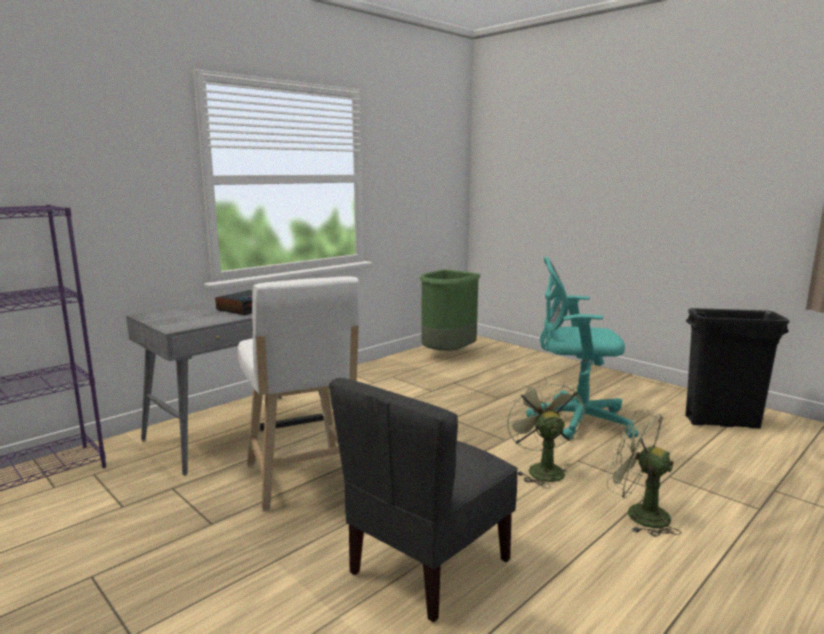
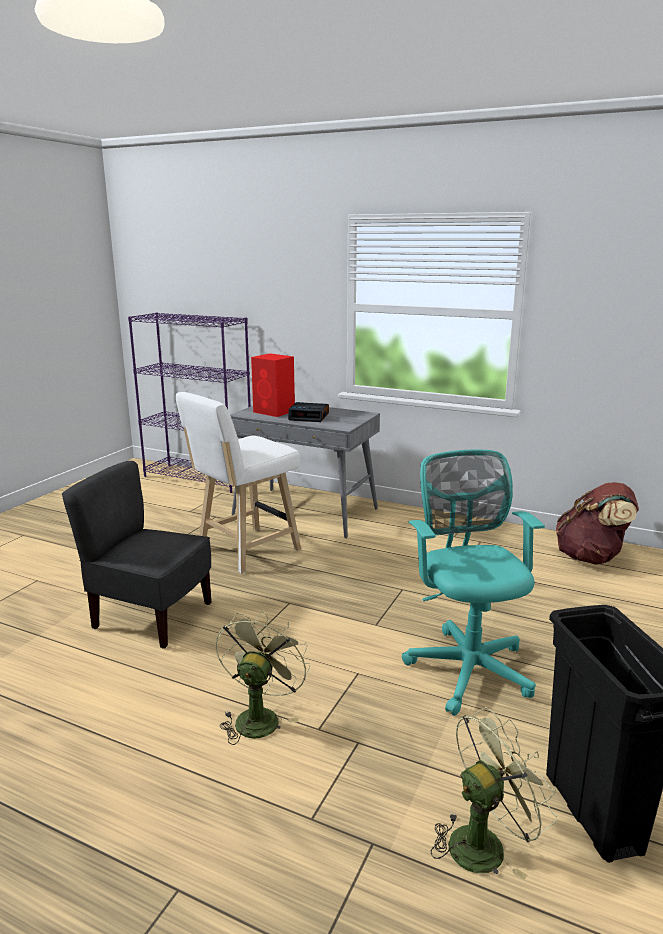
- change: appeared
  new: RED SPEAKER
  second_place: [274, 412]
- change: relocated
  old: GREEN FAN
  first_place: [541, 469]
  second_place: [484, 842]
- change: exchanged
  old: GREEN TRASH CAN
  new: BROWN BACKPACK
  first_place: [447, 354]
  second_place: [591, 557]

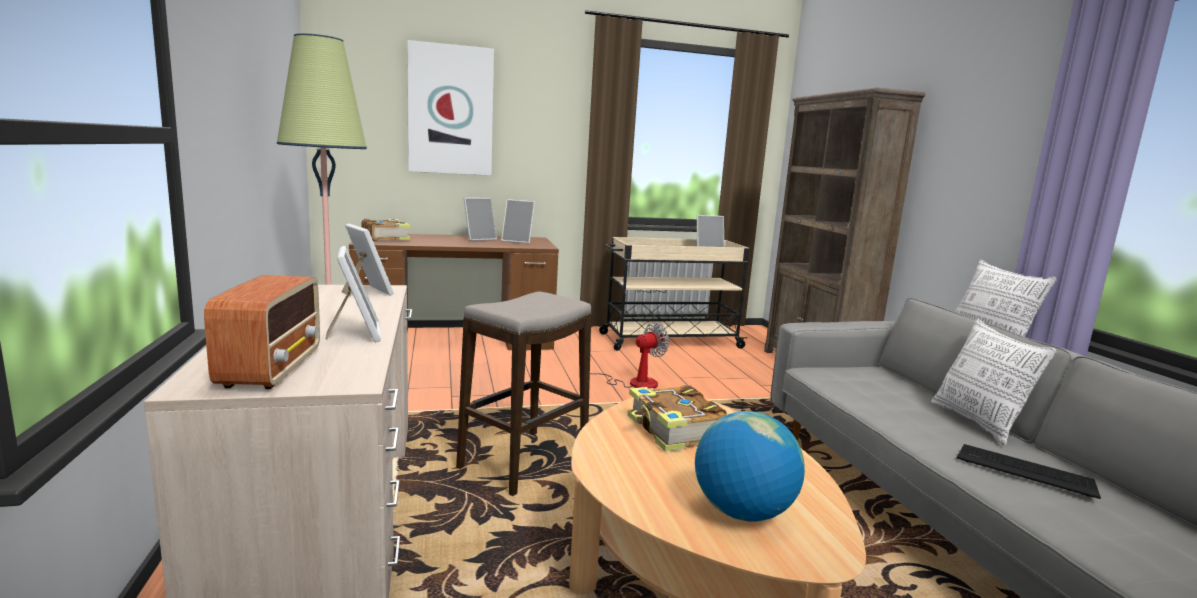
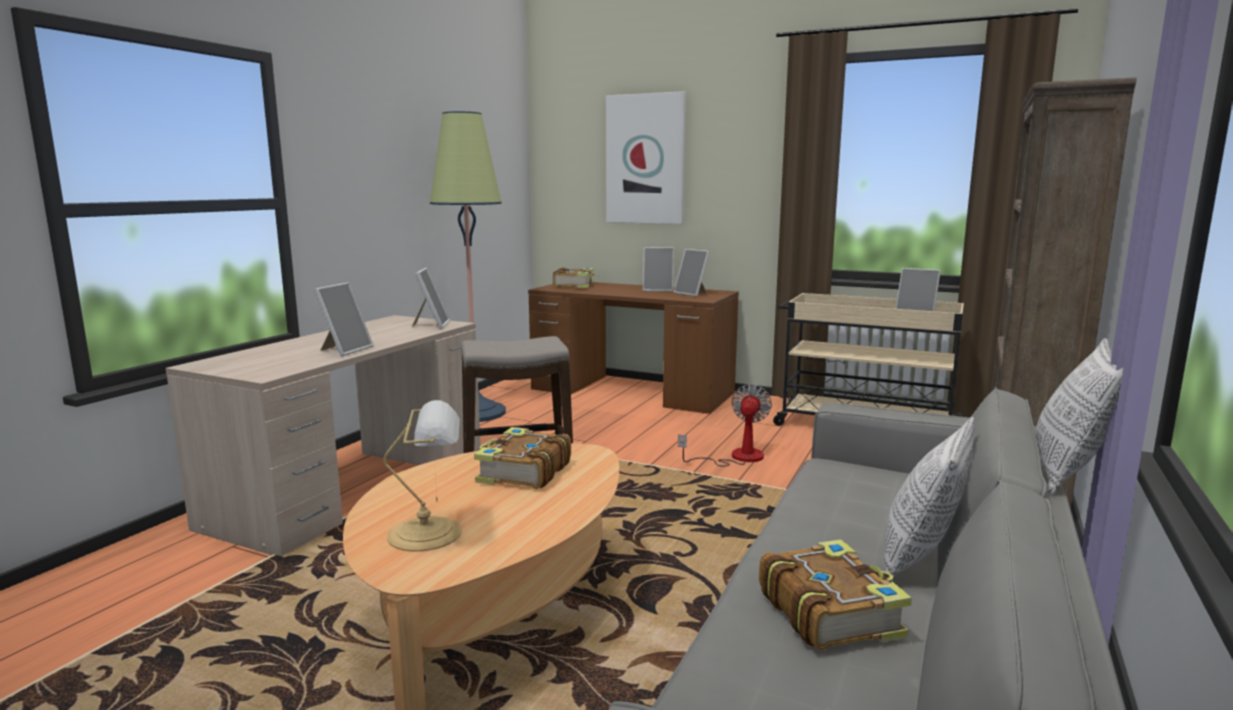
- change: exchanged
  old: GLOBE
  new: TABLE LAMP
  first_place: [742, 512]
  second_place: [429, 533]
- change: spun
  old: FAN
  first_place: [633, 382]
  second_place: [736, 457]
  degrees: -75
- change: exchanged
  old: KEYBOARD
  new: BOOK
  first_place: [1024, 471]
  second_place: [829, 611]
- change: missing
  old: RADIO
  first_place: [272, 368]

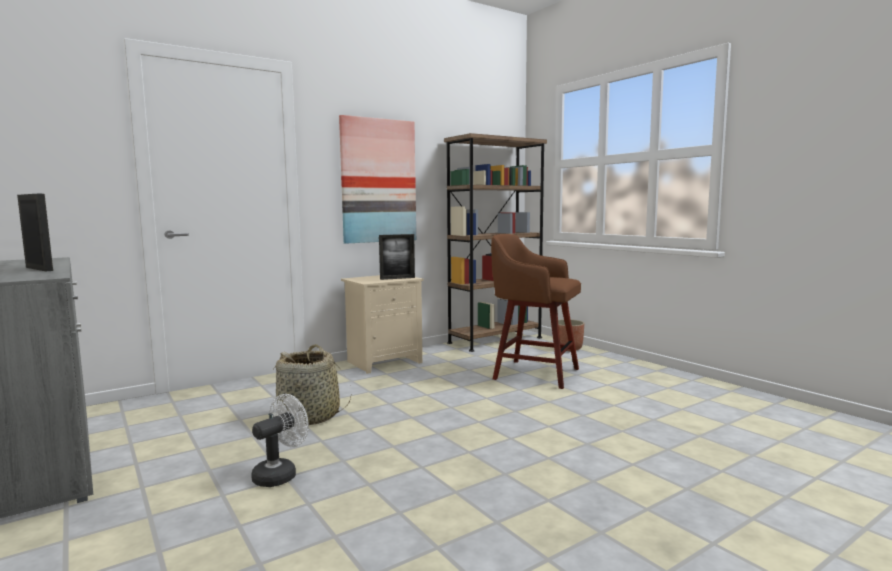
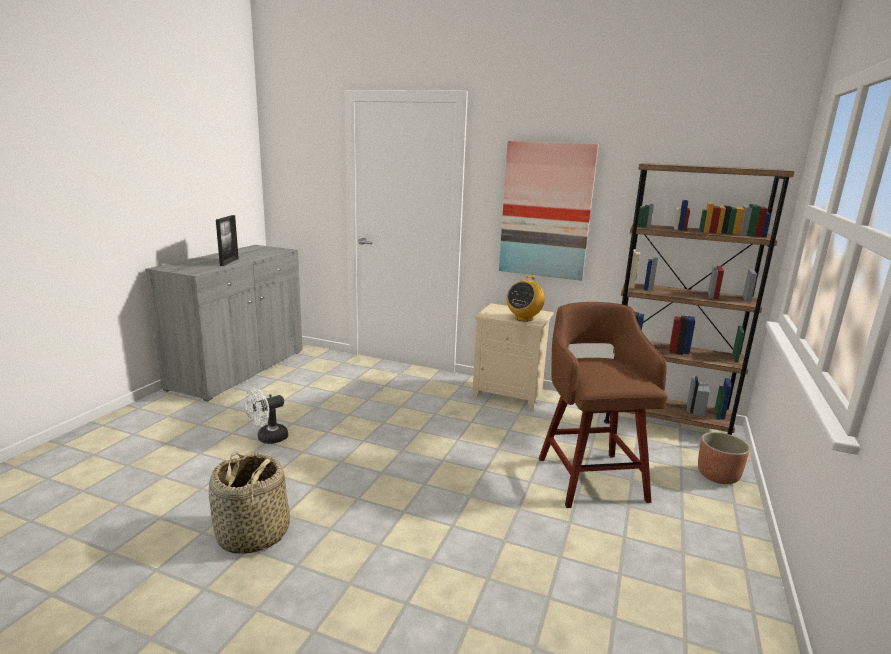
- change: relocated
  old: BASKET
  first_place: [310, 417]
  second_place: [253, 535]
- change: spun
  old: WHITE FAN
  first_place: [280, 474]
  second_place: [268, 438]
  degrees: 135
- change: exchanged
  old: PICTURE FRAME
  new: RADIO
  first_place: [397, 278]
  second_place: [523, 318]

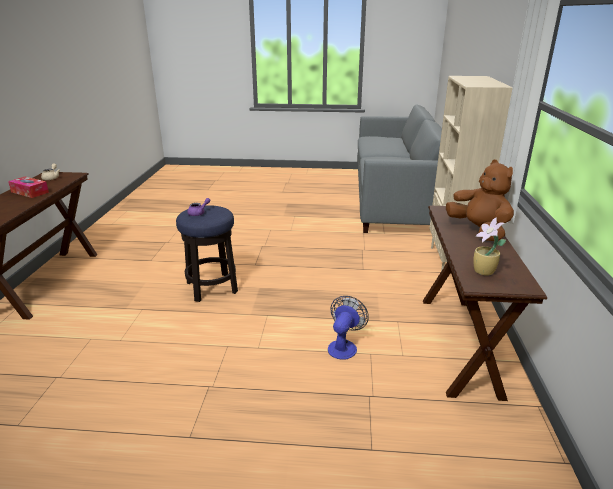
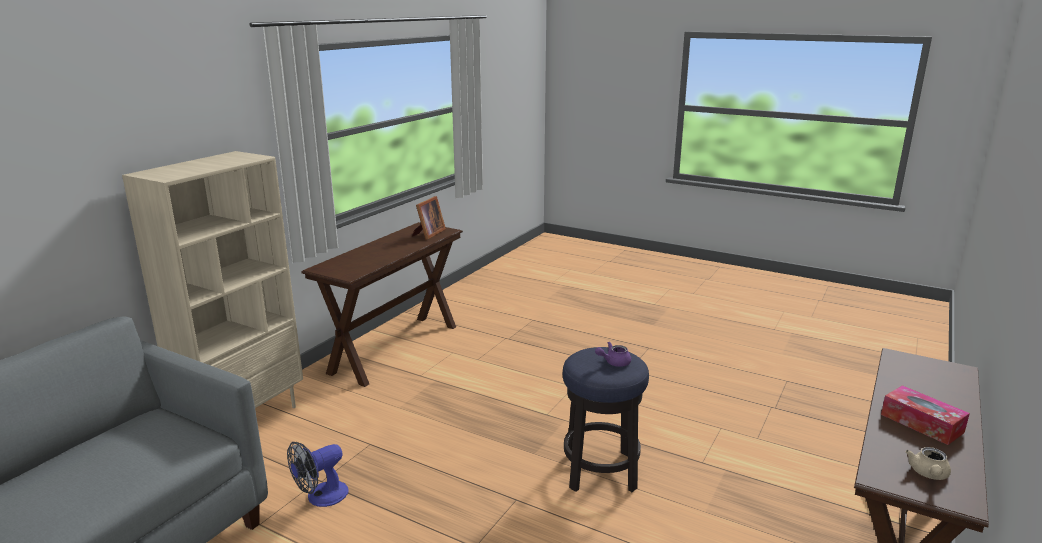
- change: relocated
  old: FAN
  first_place: [344, 346]
  second_place: [321, 497]
- change: exchanged
  old: POTTED PLANT
  new: PICTURE FRAME
  first_place: [483, 272]
  second_place: [428, 234]
- change: missing
  old: BROWN PLUSH TOY
  first_place: [478, 231]

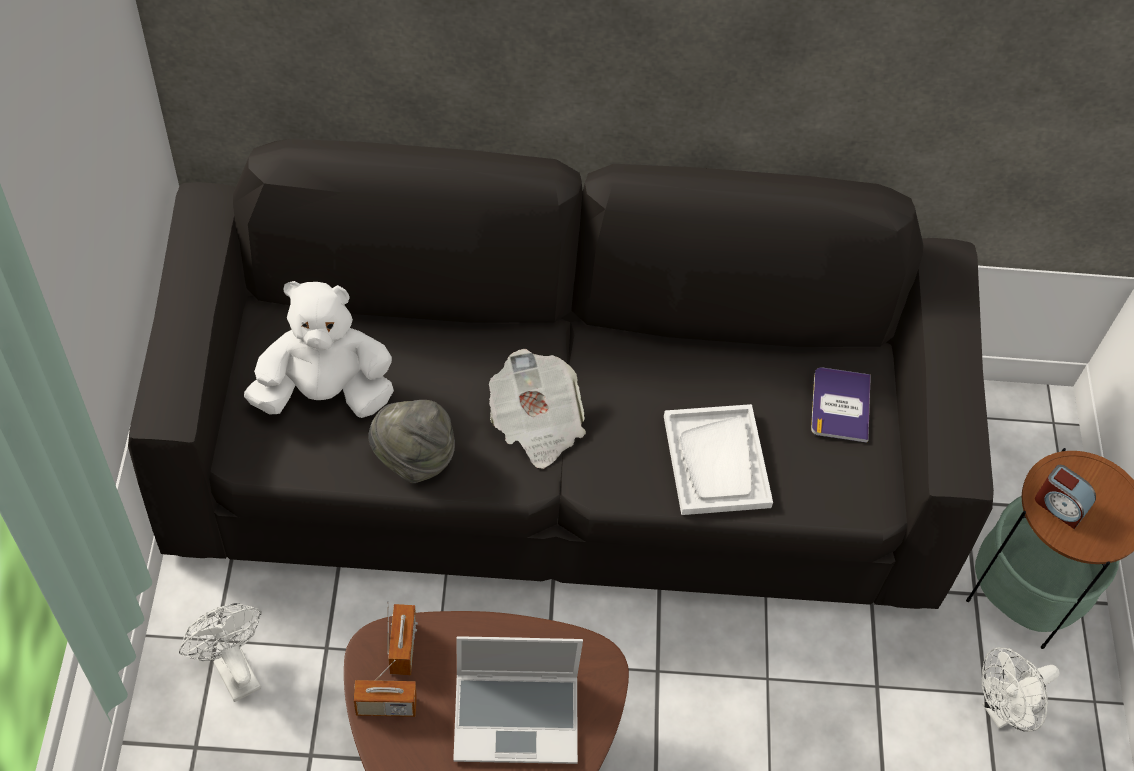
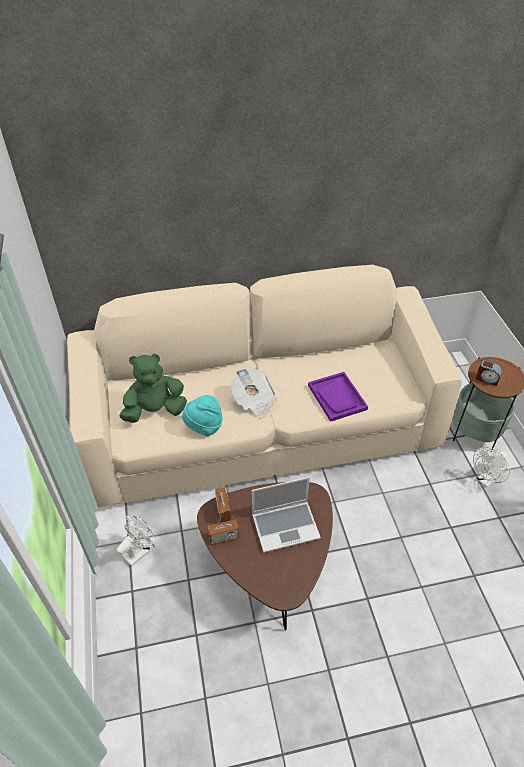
- change: colour
  old: BLACK SOFA
  new: BEIGE SOFA
  first_place: [560, 468]
  second_place: [262, 431]
- change: spun
  old: WHITE FAN
  first_place: [233, 668]
  second_place: [140, 551]
  degrees: 90
- change: colour
  old: WHITE PLUSH TOY
  new: GREEN PLUSH TOY
  first_place: [325, 393]
  second_place: [155, 410]
- change: colour
  old: GREY HAT
  new: TURQUOISE HAT
  first_place: [413, 457]
  second_place: [204, 426]
- change: colour
  old: WHITE TRAY
  new: PURPLE TRAY
  first_place: [716, 461]
  second_place: [337, 397]
- change: missing
  old: BOOK
  first_place: [840, 405]

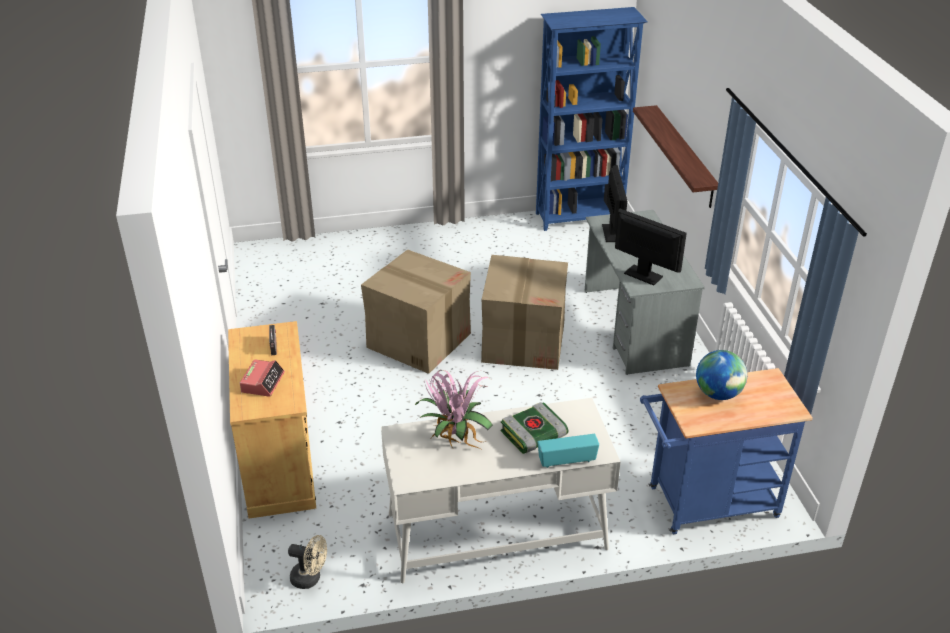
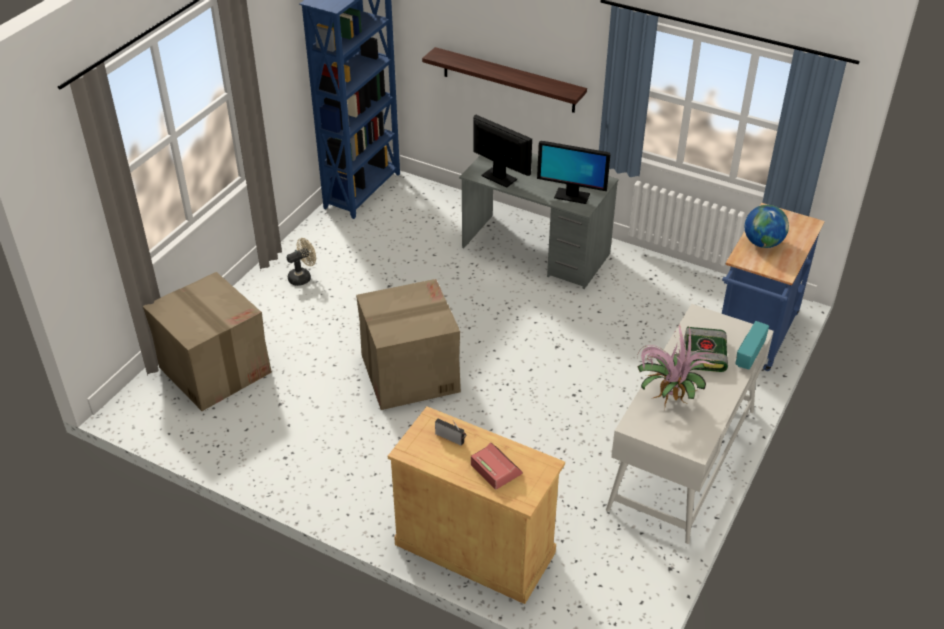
- change: relocated
  old: CARDBOARD BOX
  first_place: [523, 341]
  second_place: [214, 369]
- change: relocated
  old: BEIGE FAN
  first_place: [310, 578]
  second_place: [303, 277]
- change: spun
  old: MONITOR
  first_place: [643, 275]
  second_place: [571, 196]
  degrees: -150

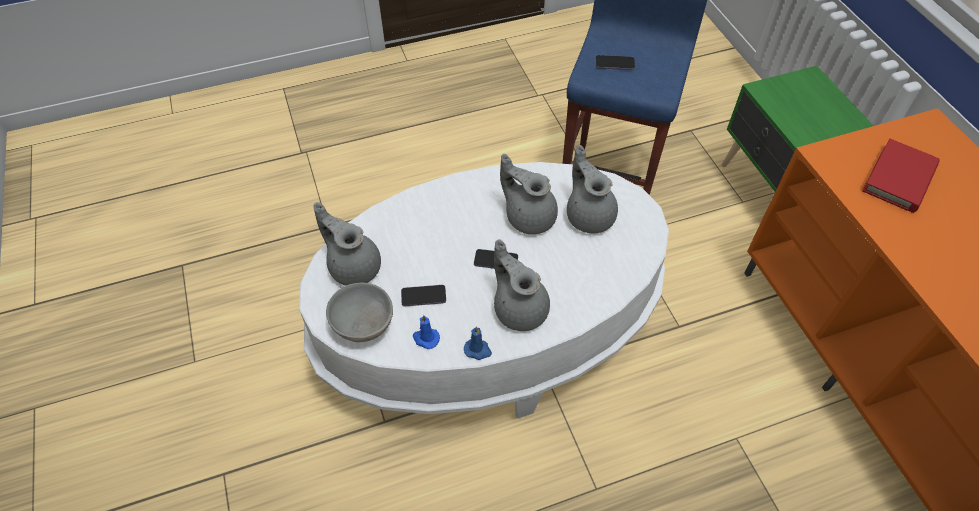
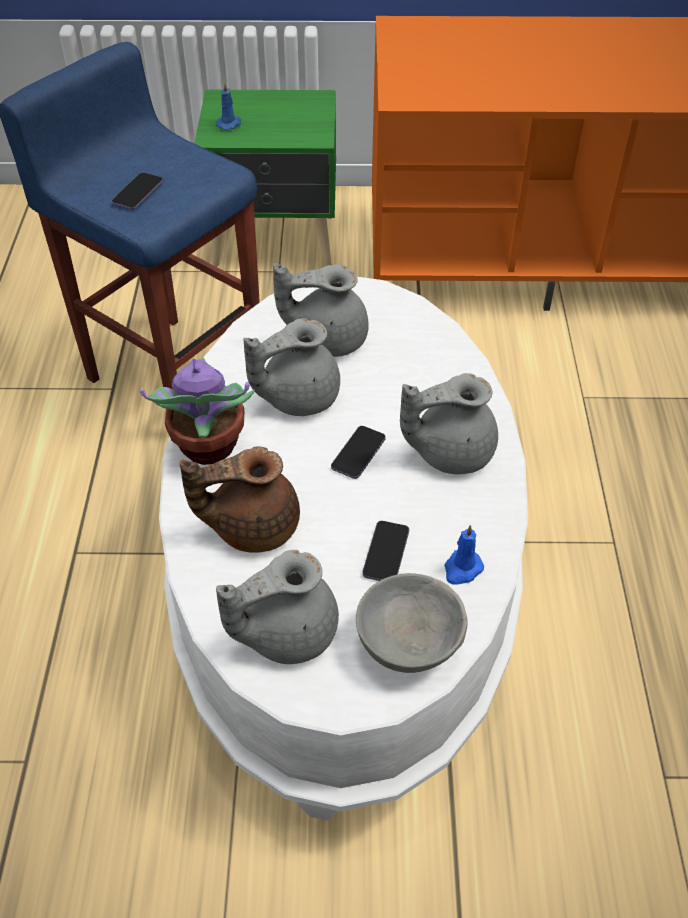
- change: appeared
  new: POTTED PLANT
  second_place: [208, 448]
- change: appeared
  new: BROWN TEAPOT
  second_place: [252, 525]
- change: relocated
  old: BLUE CANDLE
  first_place: [478, 350]
  second_place: [229, 124]
- change: missing
  old: RED BOOK
  first_place: [899, 179]

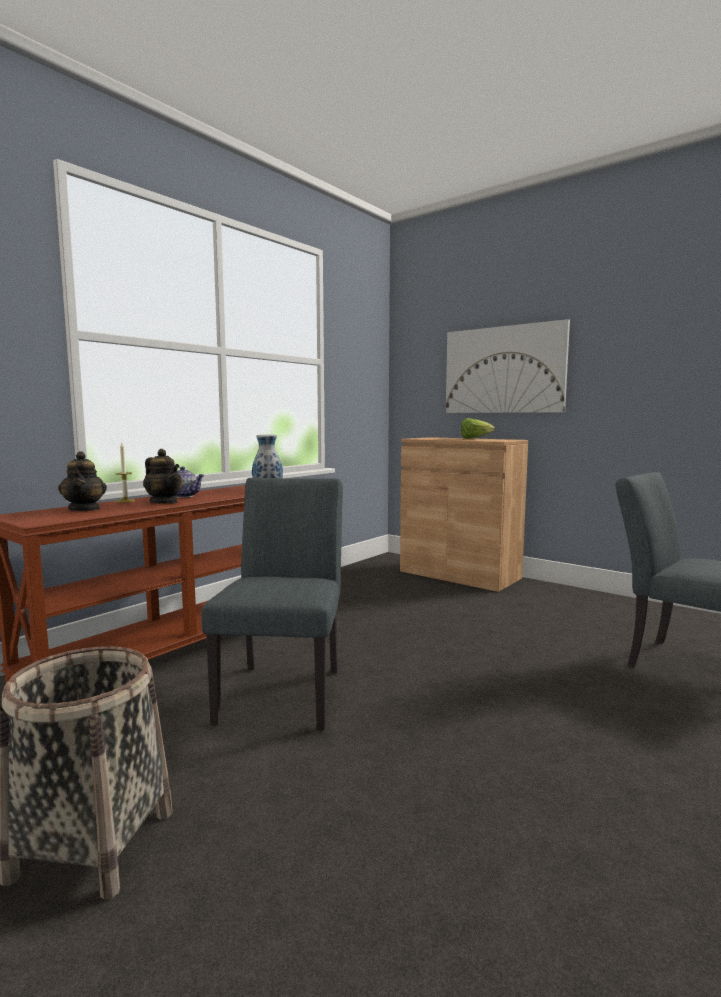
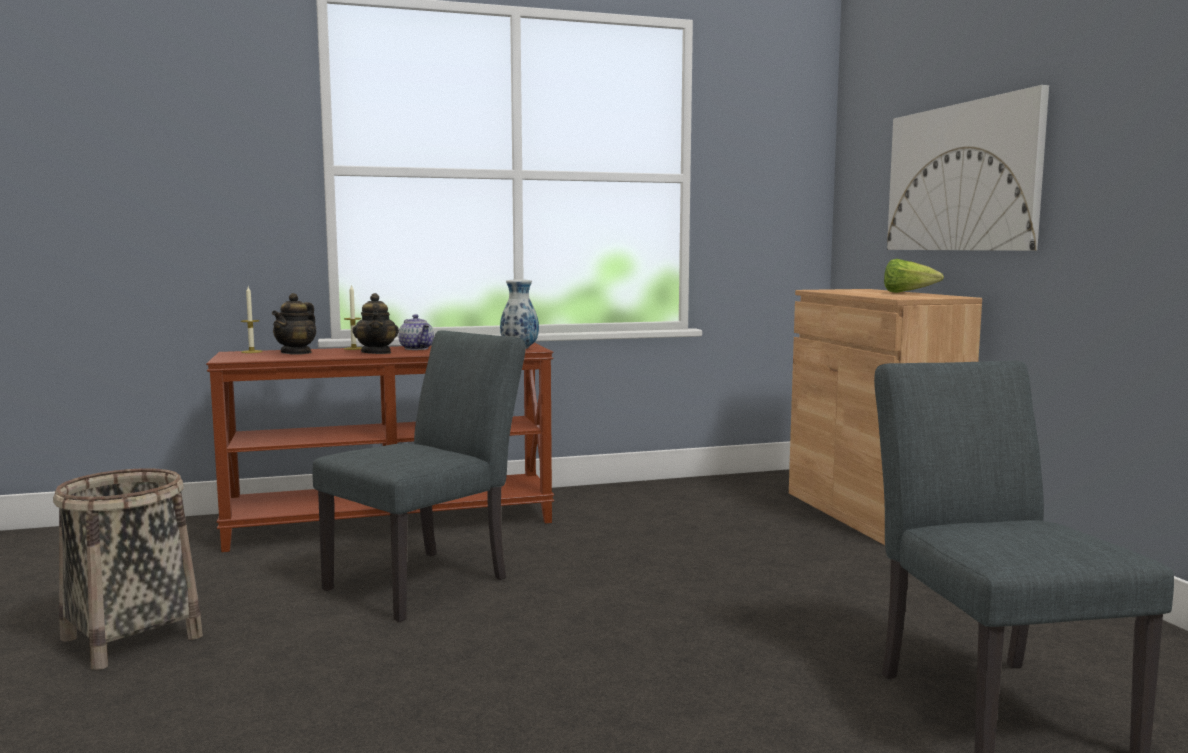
- change: appeared
  new: CANDLE
  second_place: [251, 352]

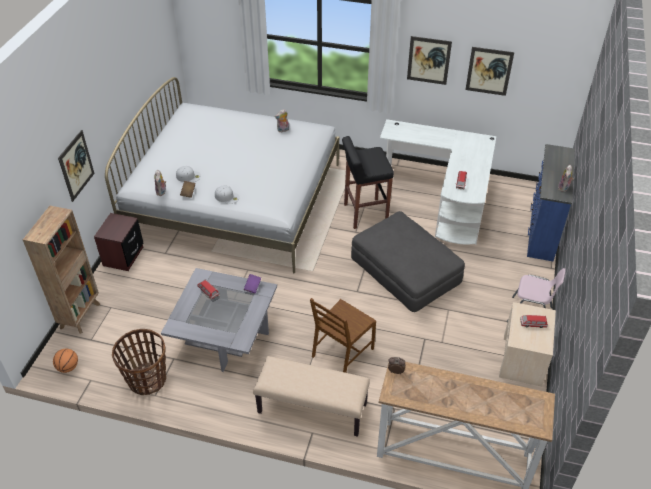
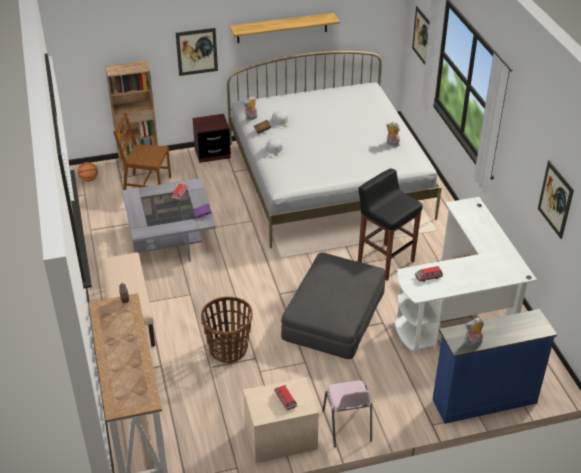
- change: relocated
  old: BROWN CHAIR
  first_place: [342, 352]
  second_place: [146, 186]
- change: relocated
  old: BASKET
  first_place: [147, 379]
  second_place: [228, 349]
- change: appeared
  new: SHELF
  second_place: [282, 28]
- change: relocated
  old: PICTURE
  first_place: [428, 60]
  second_place: [422, 36]

